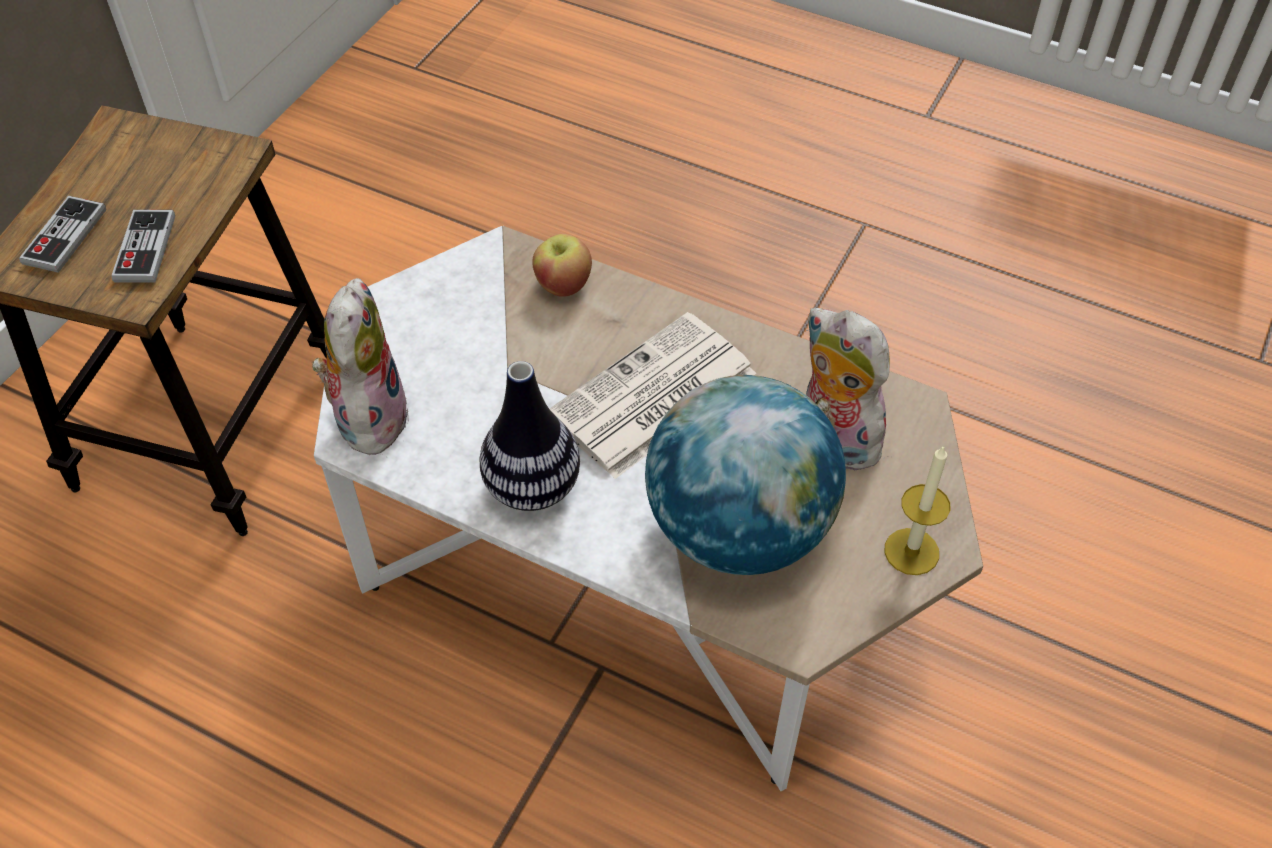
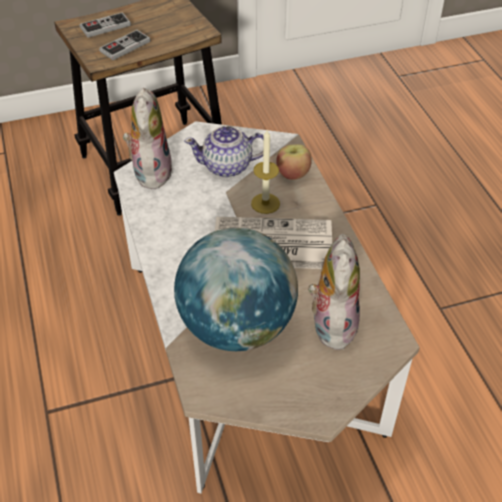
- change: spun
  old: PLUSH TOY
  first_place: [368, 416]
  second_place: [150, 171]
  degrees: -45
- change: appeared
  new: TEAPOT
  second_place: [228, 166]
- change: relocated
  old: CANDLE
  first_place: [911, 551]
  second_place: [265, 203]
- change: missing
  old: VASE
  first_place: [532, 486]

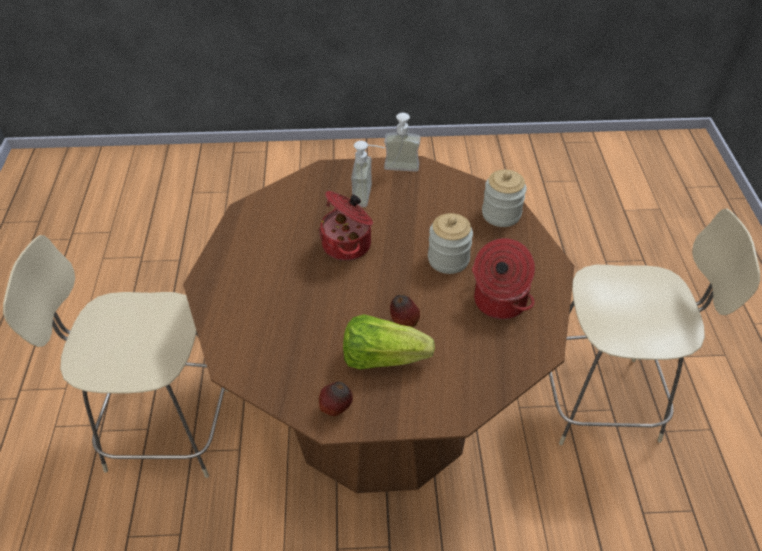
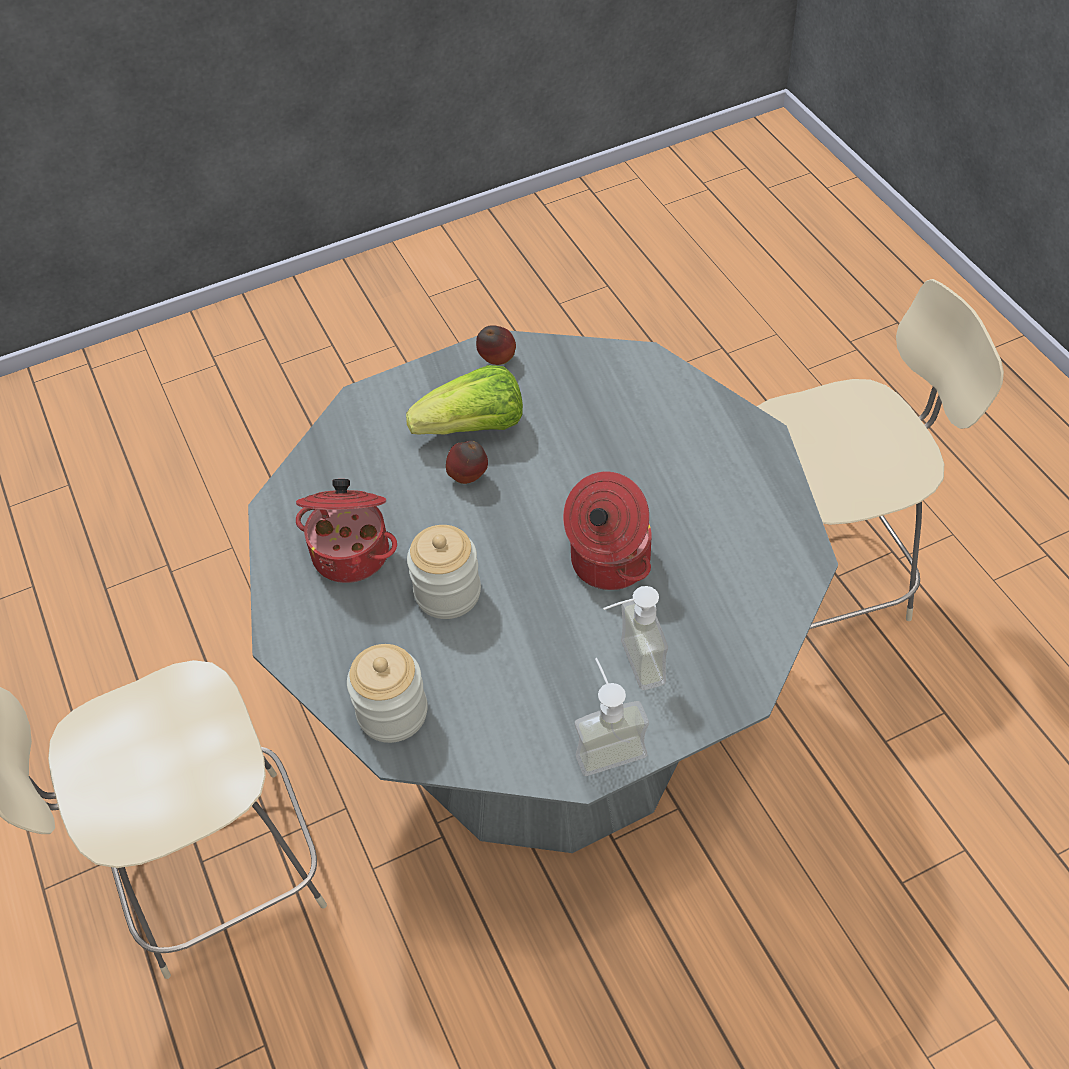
- change: colour
  old: BROWN DINING TABLE
  new: GREY DINING TABLE
  first_place: [381, 410]
  second_place: [547, 722]

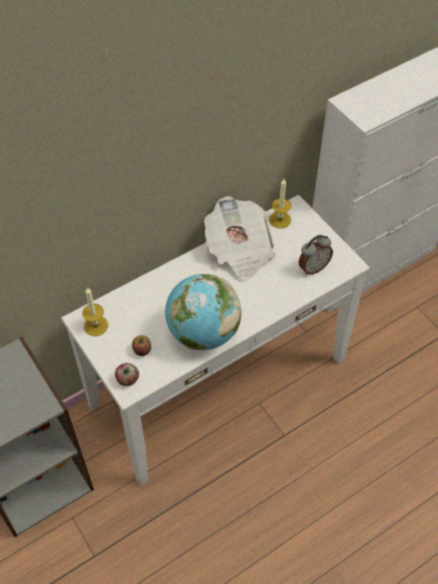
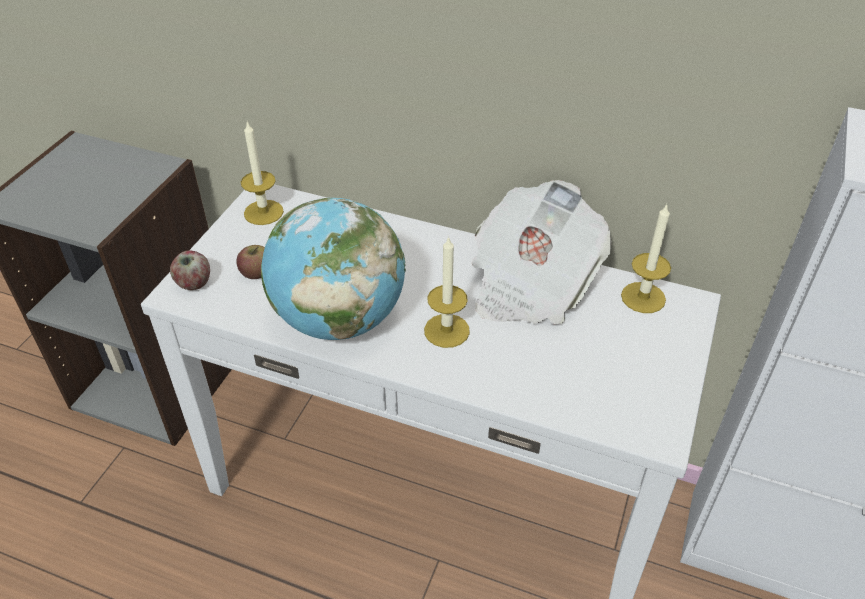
- change: appeared
  new: CANDLE
  second_place: [446, 330]
- change: missing
  old: ALARM CLOCK
  first_place: [313, 267]

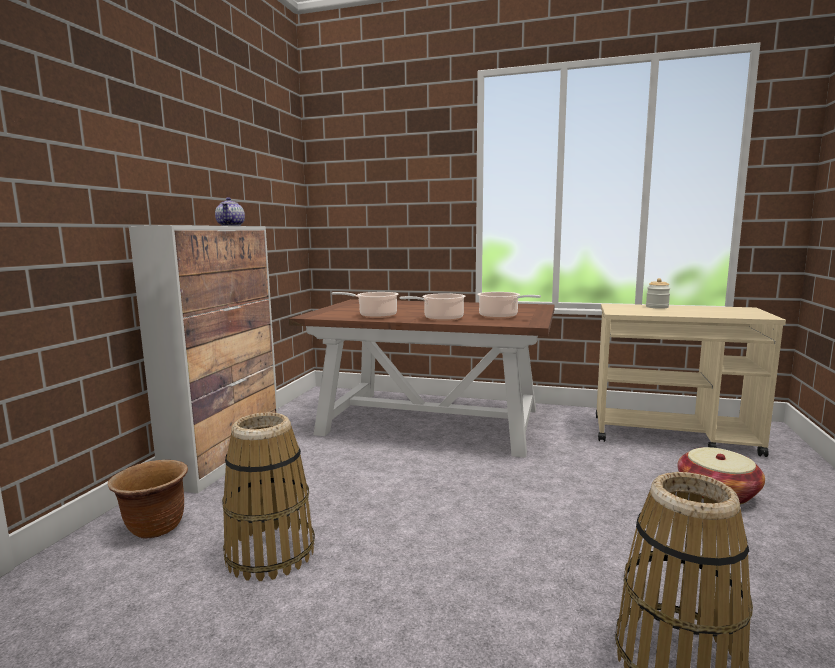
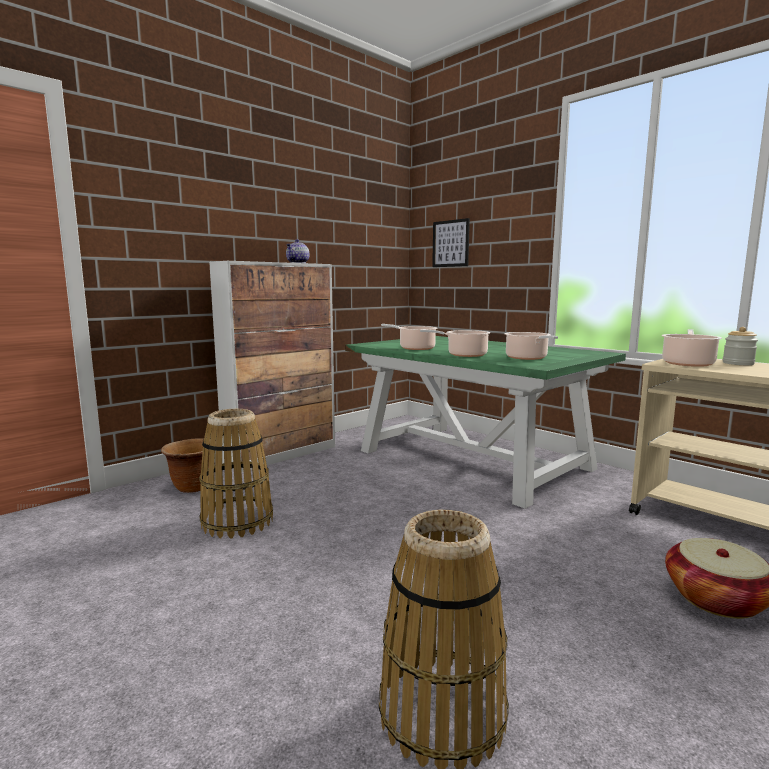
- change: colour
  old: BROWN DINING TABLE
  new: GREEN DINING TABLE
  first_place: [432, 421]
  second_place: [474, 459]
- change: appeared
  new: PICTURE
  second_place: [450, 243]
- change: appeared
  new: COOKING POT
  second_place: [688, 363]

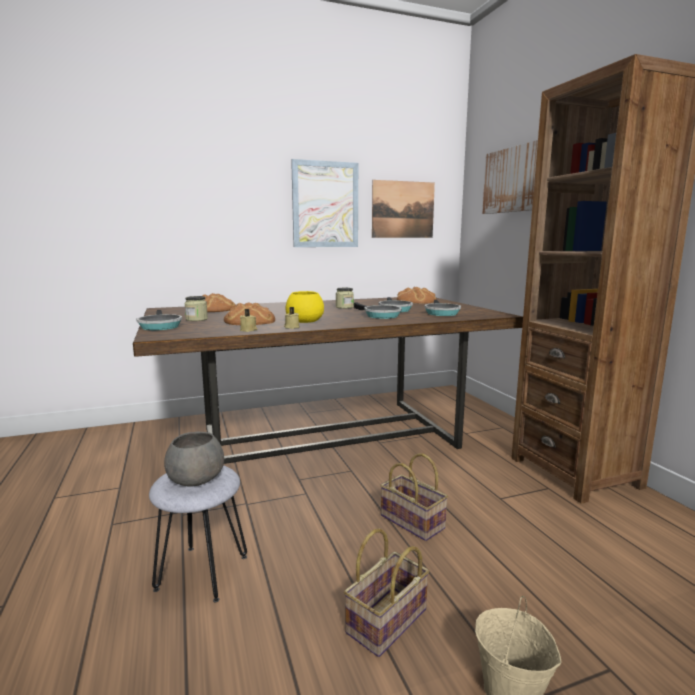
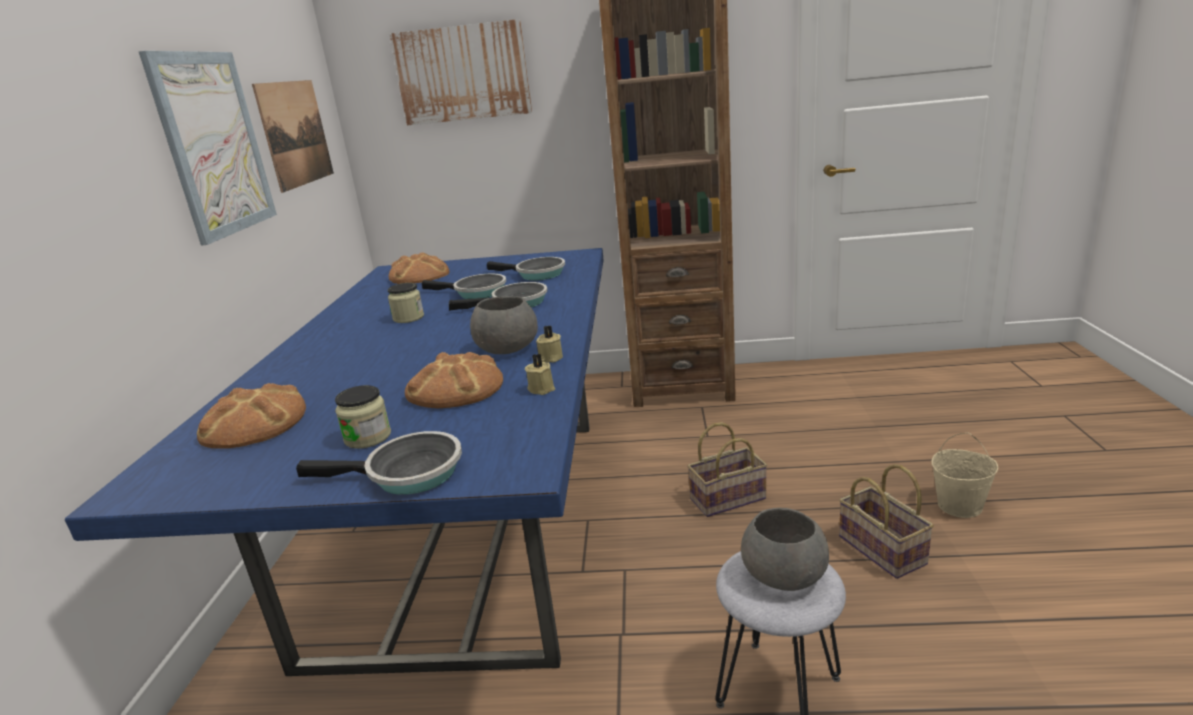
- change: colour
  old: BROWN DINING TABLE
  new: BLUE DINING TABLE
  first_place: [325, 438]
  second_place: [470, 527]
- change: colour
  old: YELLOW BOWL
  new: GREY BOWL
  first_place: [305, 321]
  second_place: [506, 348]

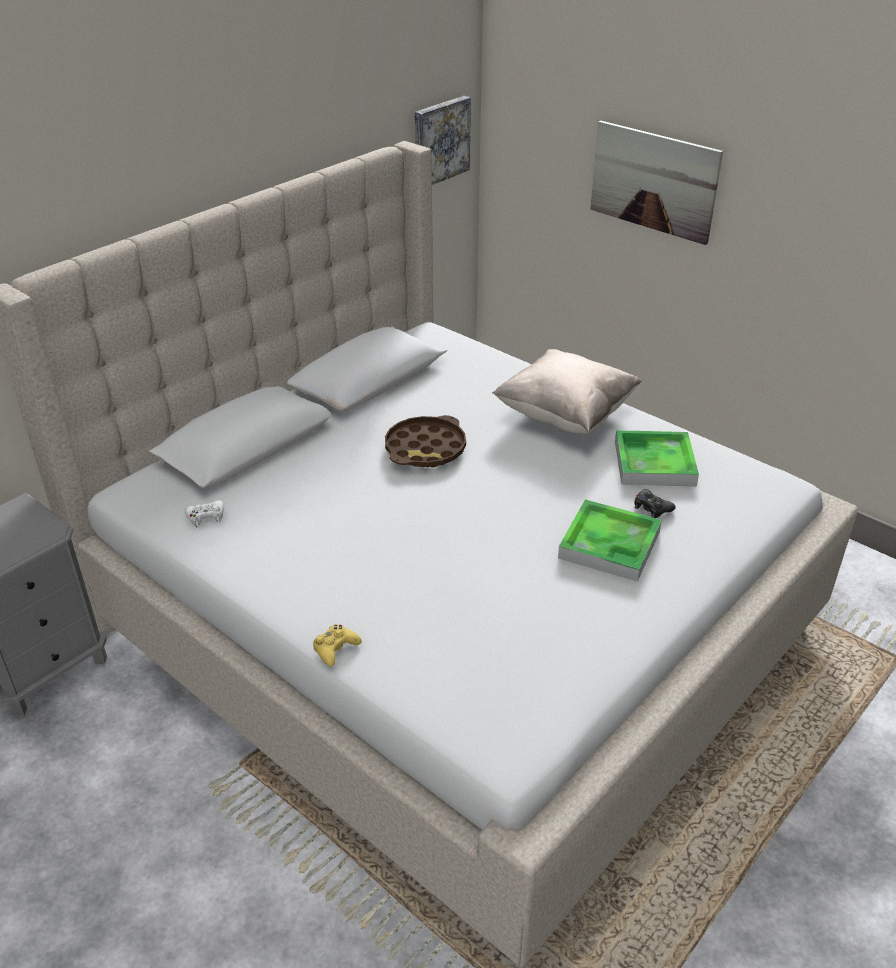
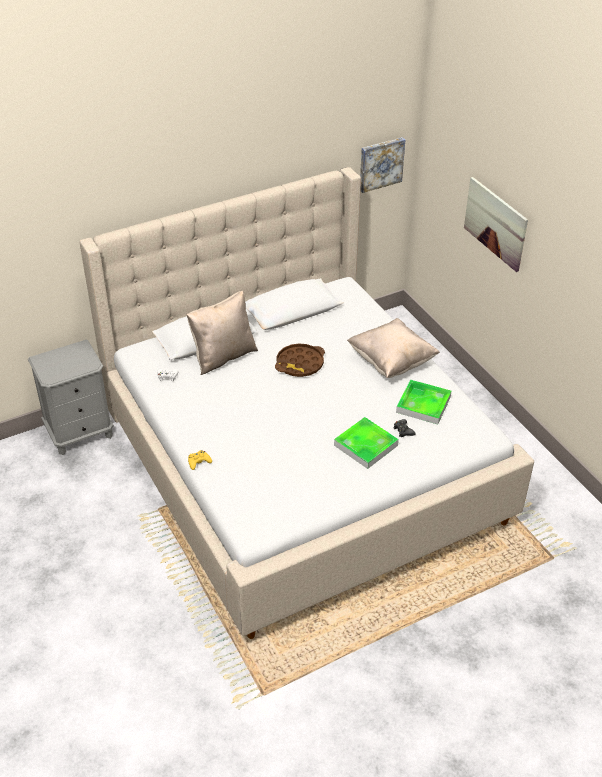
- change: appeared
  new: BEIGE PILLOW
  second_place: [223, 356]

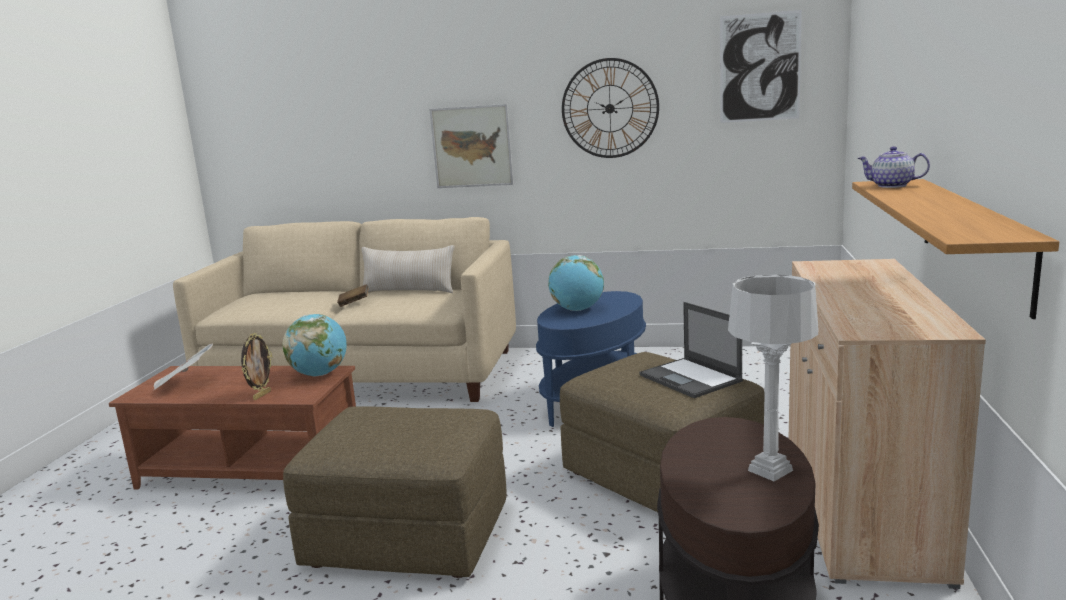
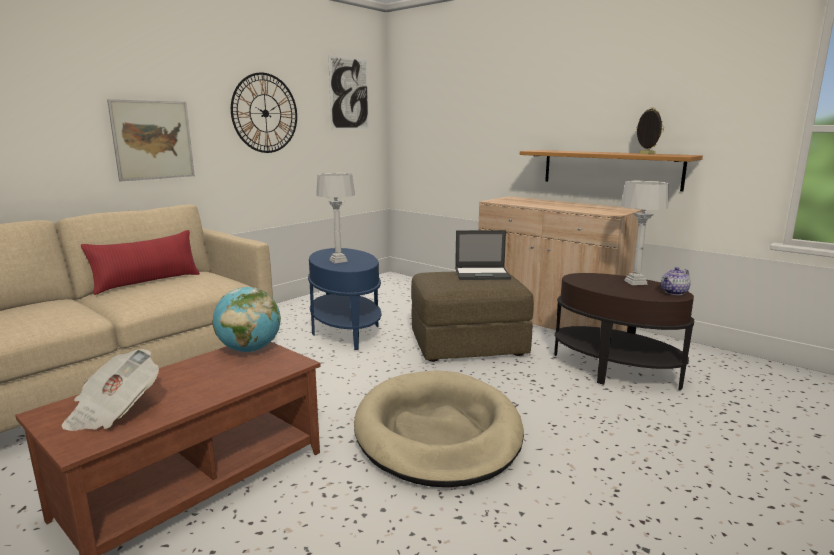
- change: colour
  old: BEIGE PILLOW
  new: RED PILLOW
  first_place: [409, 291]
  second_place: [147, 282]
- change: exchanged
  old: GLOBE
  new: GREY TABLE LAMP
  first_place: [577, 310]
  second_place: [338, 261]
- change: exchanged
  old: BROWN OTTOMAN
  new: BEIGE DOG BED
  first_place: [407, 536]
  second_place: [438, 432]
- change: relocated
  old: PICTURE FRAME
  first_place: [261, 395]
  second_place: [646, 154]
- change: relocated
  old: TEAPOT
  first_place: [891, 185]
  second_place: [674, 292]
- change: missing
  old: BROWN BOOK
  first_place: [354, 303]

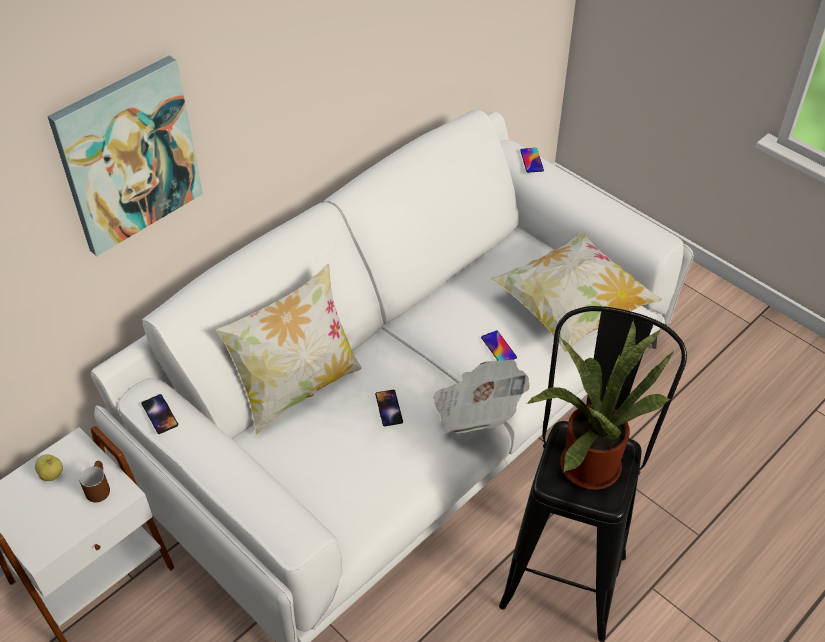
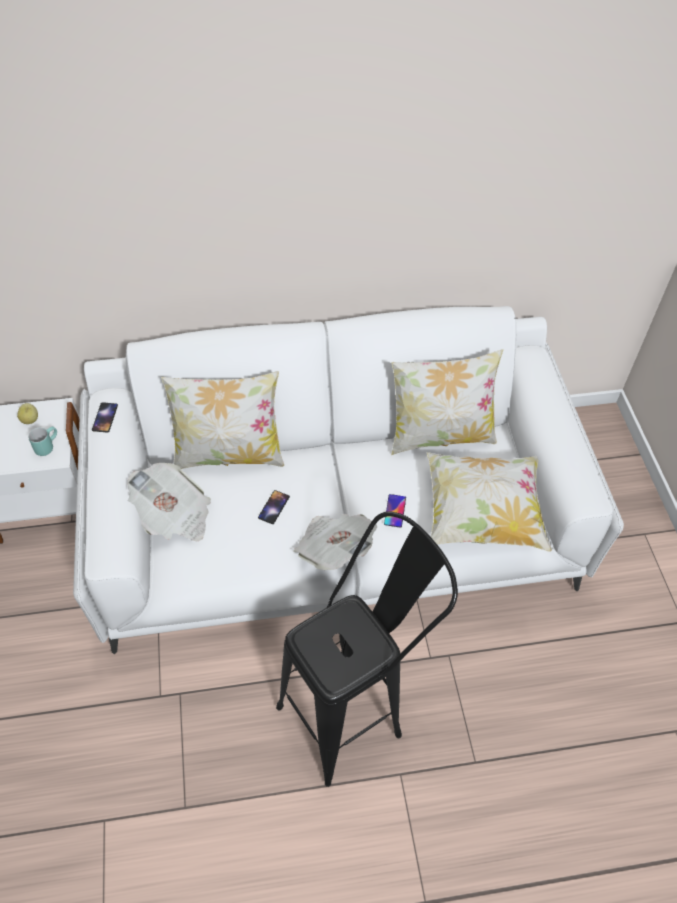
- change: colour
  old: BROWN MUG
  new: TURQUOISE MUG
  first_place: [97, 488]
  second_place: [46, 446]
- change: appeared
  new: NEWSPAPER
  second_place: [173, 516]
- change: appeared
  new: PILLOW
  second_place: [440, 436]
- change: missing
  old: PICTURE
  first_place: [128, 155]
- change: missing
  old: PHONE
  first_place: [531, 160]
- change: missing
  old: POTTED PLANT
  first_place: [586, 461]

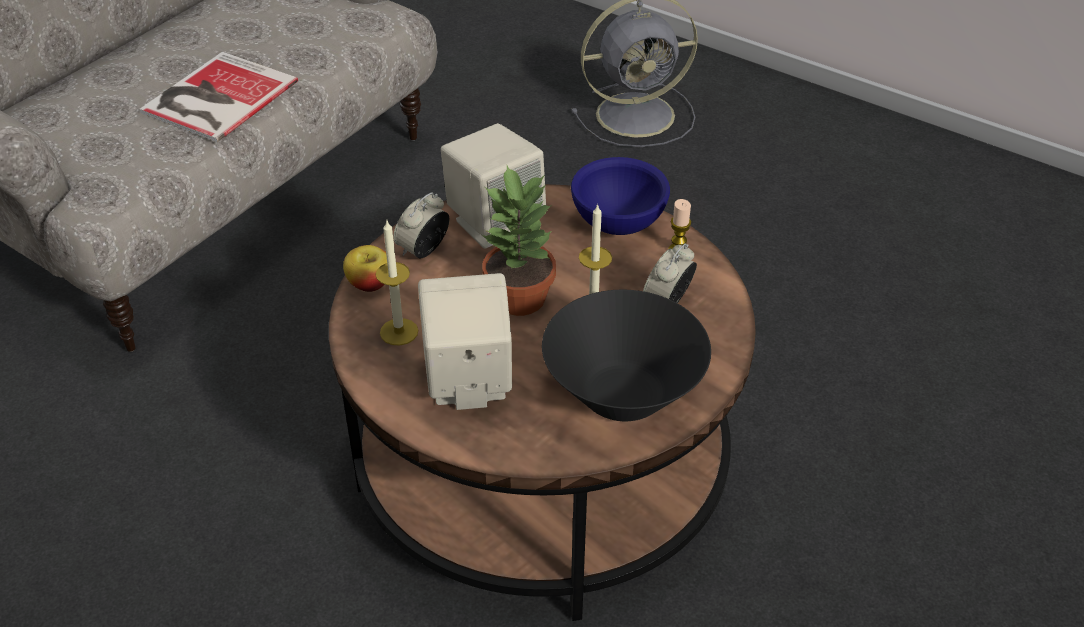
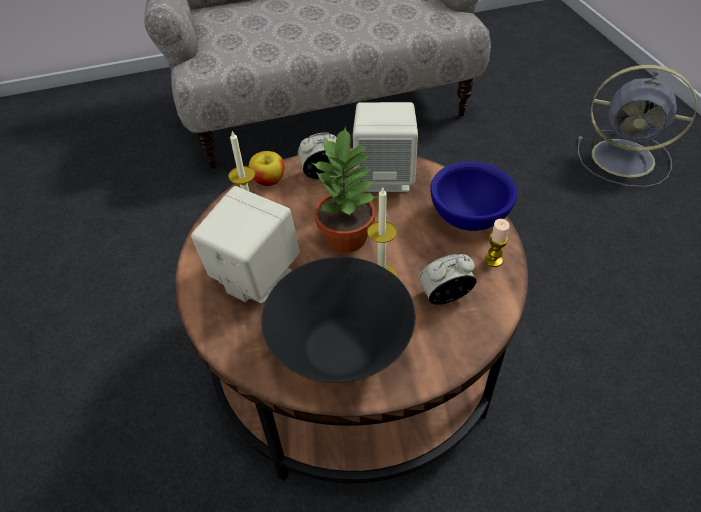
- change: missing
  old: BOOK
  first_place: [215, 98]

